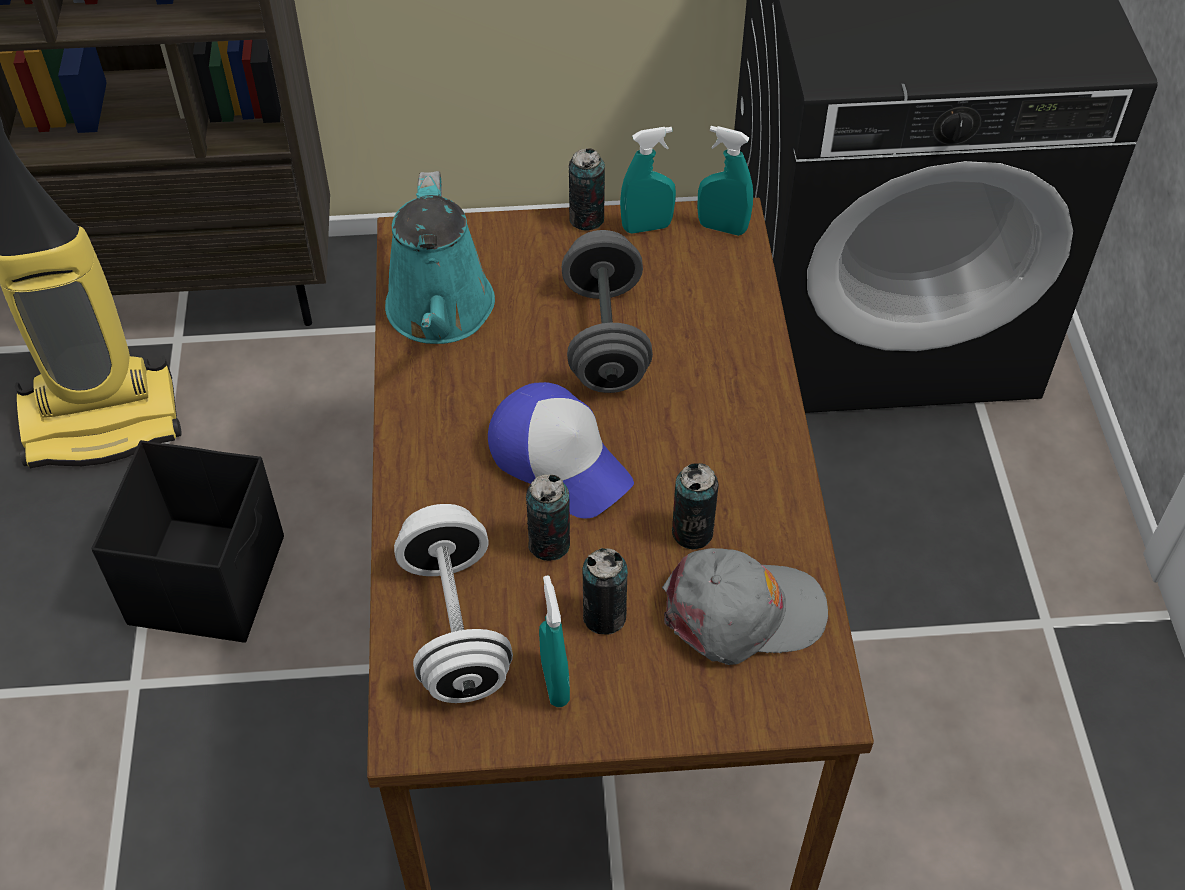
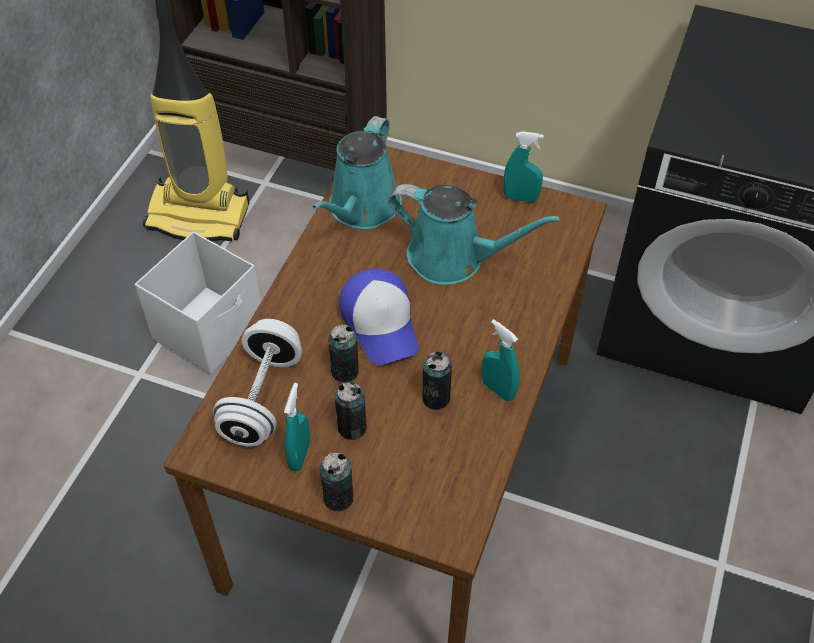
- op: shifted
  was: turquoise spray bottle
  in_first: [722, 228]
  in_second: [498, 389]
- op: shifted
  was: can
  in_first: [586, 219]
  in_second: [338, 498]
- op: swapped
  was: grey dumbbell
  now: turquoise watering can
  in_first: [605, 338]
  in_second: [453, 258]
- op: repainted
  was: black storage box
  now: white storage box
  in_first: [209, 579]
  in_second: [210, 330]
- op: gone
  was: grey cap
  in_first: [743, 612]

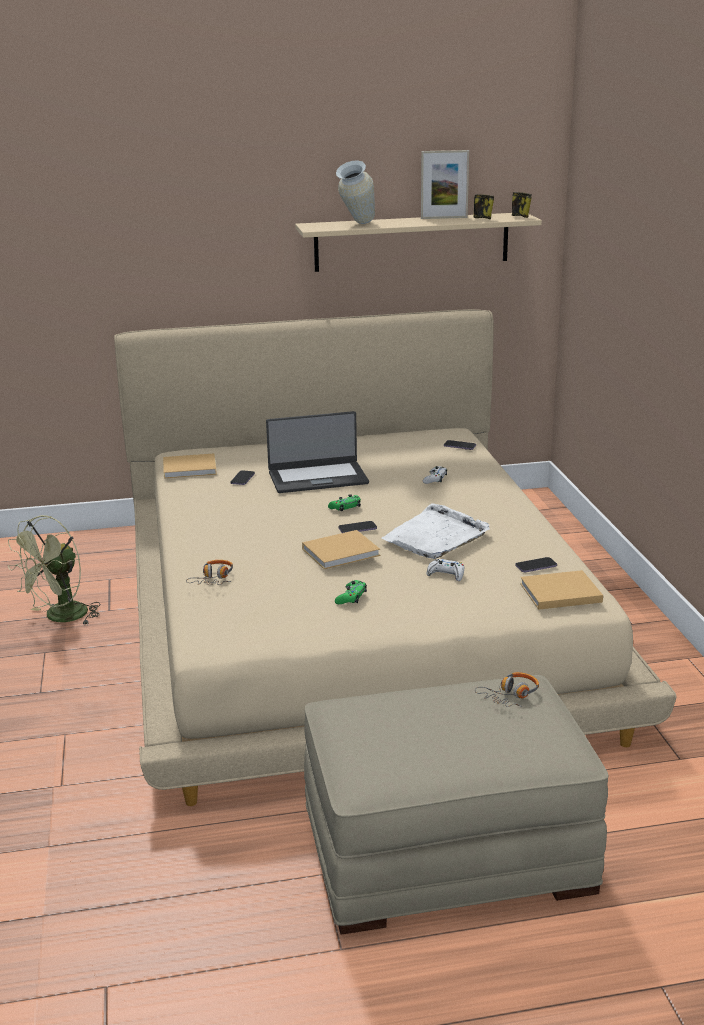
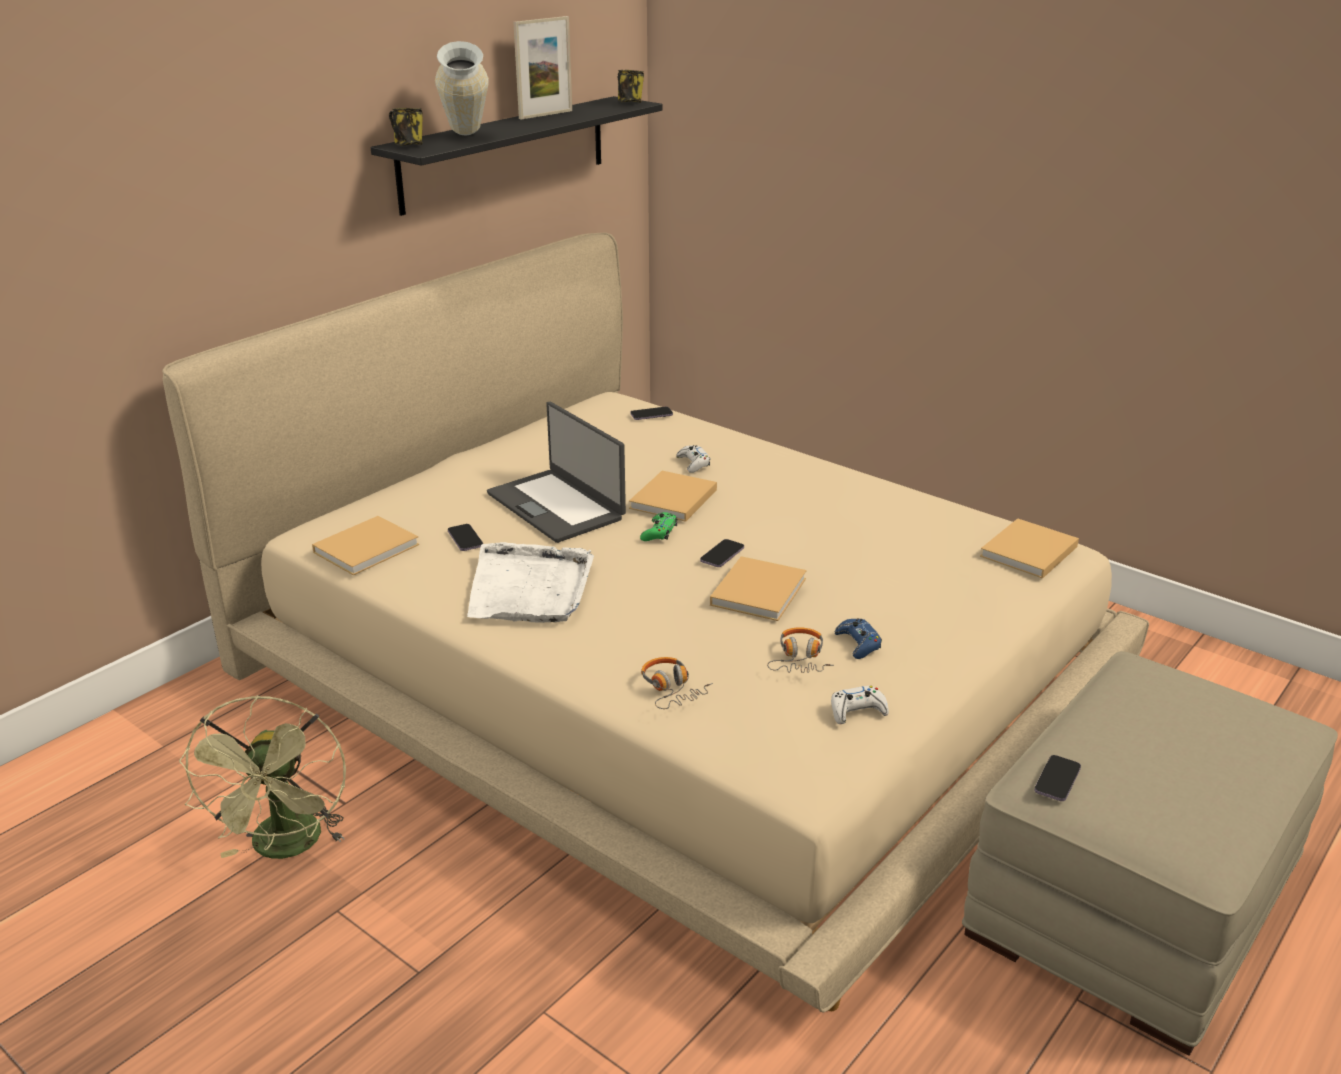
- op: shifted
  was: mug
  in_first: [481, 219]
  in_second: [407, 145]
- op: repainted
  was: beige shelf
  now: black shelf
  in_first: [412, 242]
  in_second: [504, 153]
- op: rotated
  was: laptop
  in_first: [317, 477]
  in_second: [557, 506]
  clockwise: 105
- op: shifted
  was: white tray
  in_first: [436, 536]
  in_second: [529, 588]
- op: shifted
  was: phone
  in_first: [536, 566]
  in_second: [1057, 780]
- op: shifted
  was: white game controller
  in_first: [446, 574]
  in_second: [857, 711]
- op: repainted
  was: green game controller
  now: blue game controller
  in_first: [351, 597]
  in_second: [858, 644]
- op: shifted
  was: headphones
  in_first: [510, 695]
  in_second: [799, 659]
- op: new
  now: beige book
  in_second: [672, 500]

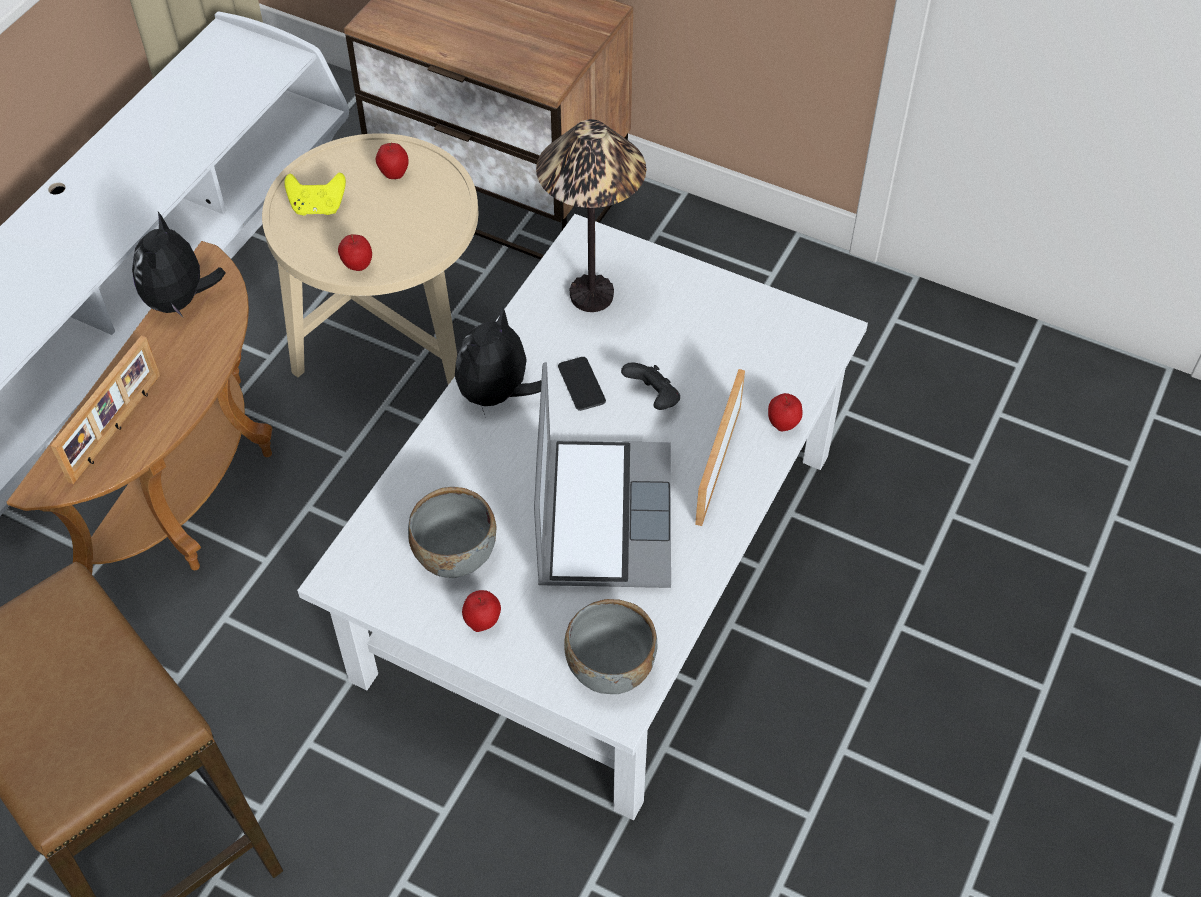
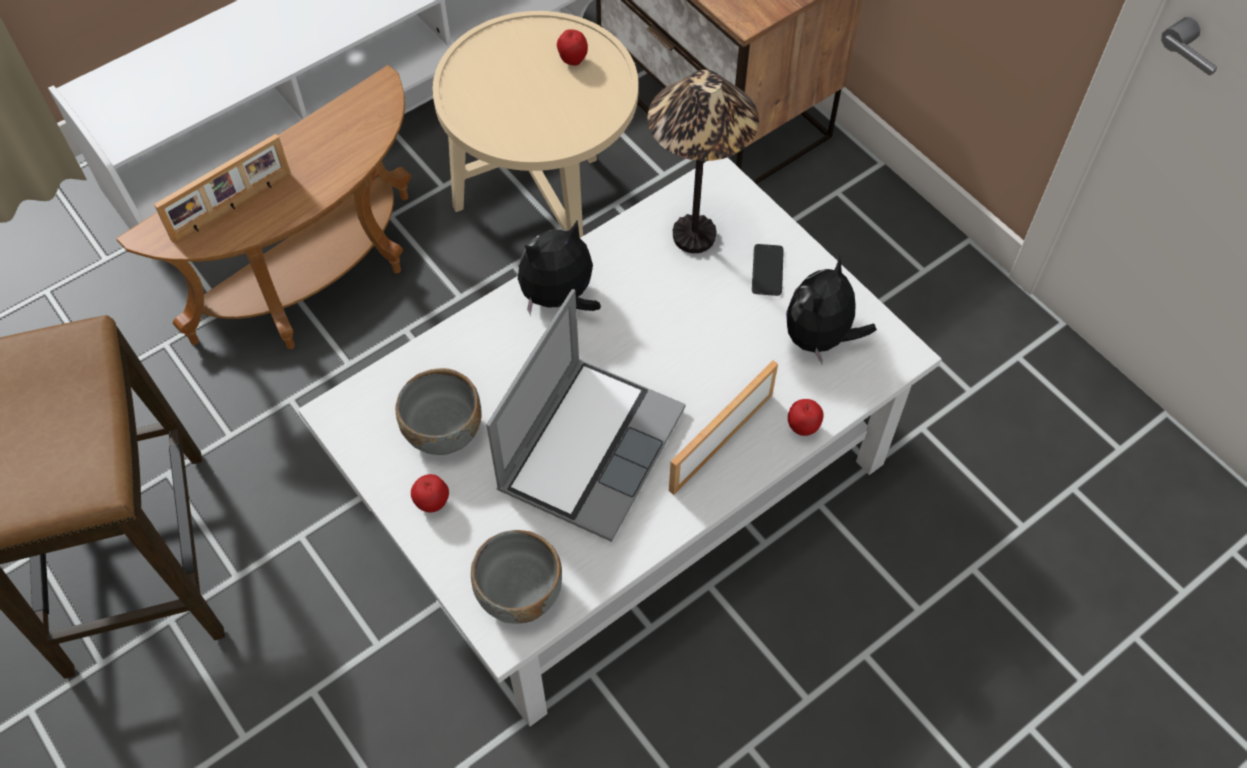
- op: gone
  was: yellow game controller
  in_first: [318, 207]
- op: shifted
  was: plush toy
  in_first: [180, 300]
  in_second: [820, 338]
- op: gone
  was: apple
  in_first: [358, 266]
- op: shifted
  was: phone
  in_first: [581, 384]
  in_second: [767, 270]
- op: gone
  was: black game controller
  in_first: [653, 398]

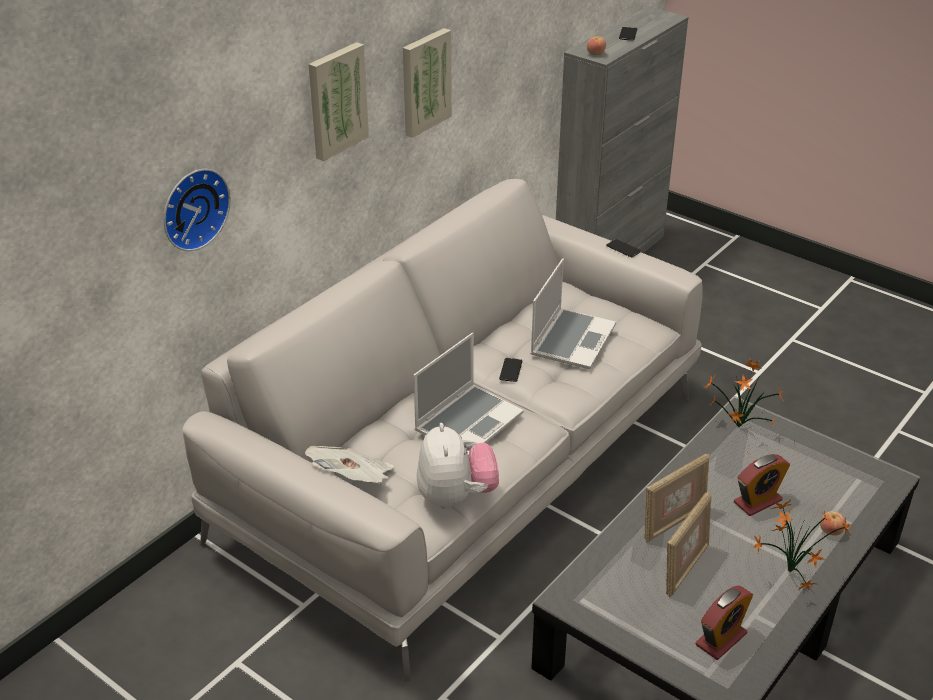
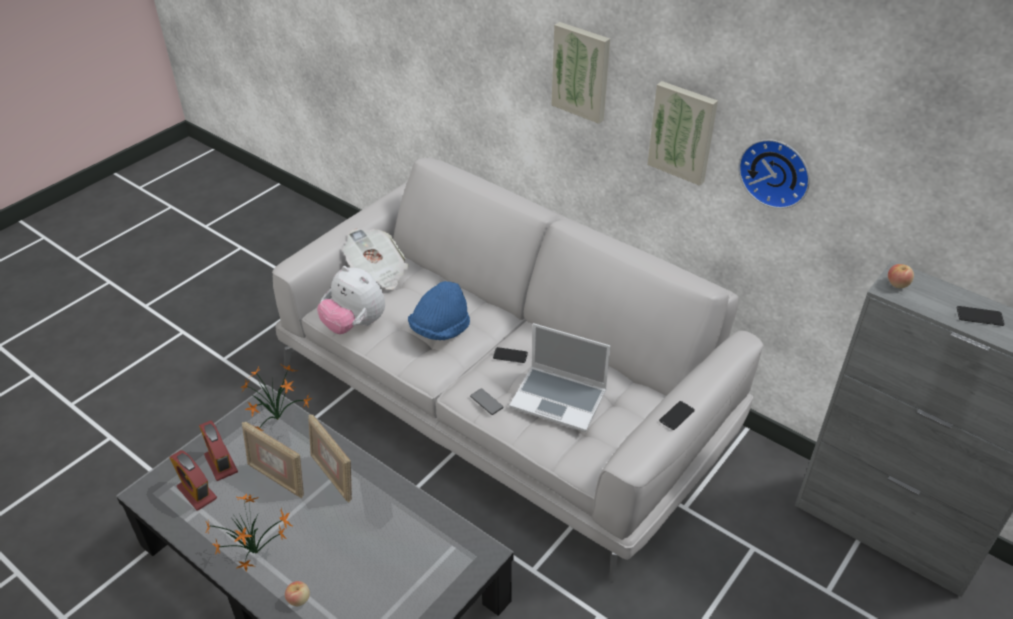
- op: shifted
  was: wall clock
  in_first: [192, 207]
  in_second: [776, 171]
- op: swapped
  was: laptop
  now: blue hat
  in_first: [468, 421]
  in_second: [440, 329]
- op: shifted
  was: potted plant
  in_first: [736, 426]
  in_second: [280, 418]
- op: rotated
  was: plush toy
  in_first: [456, 496]
  in_second: [354, 324]
  clockwise: 45
- op: shifted
  was: alarm clock
  in_first: [757, 501]
  in_second: [221, 464]
- op: new
  now: phone
  in_second: [486, 402]

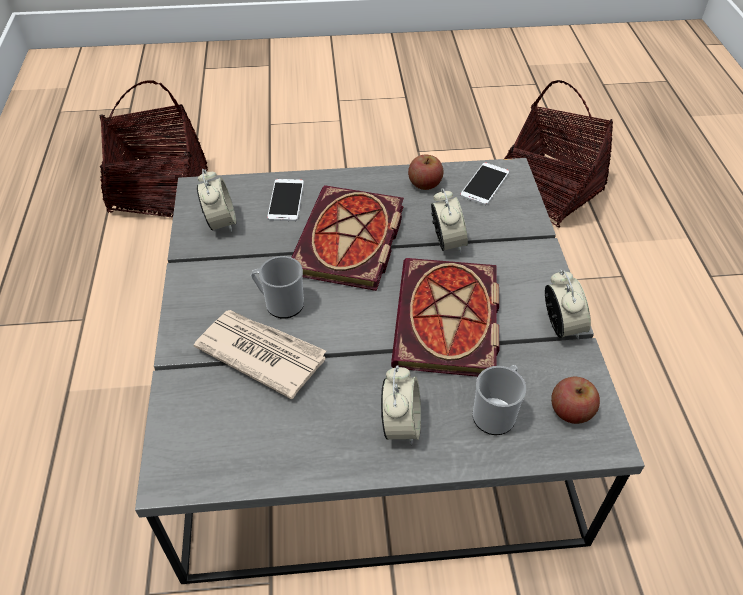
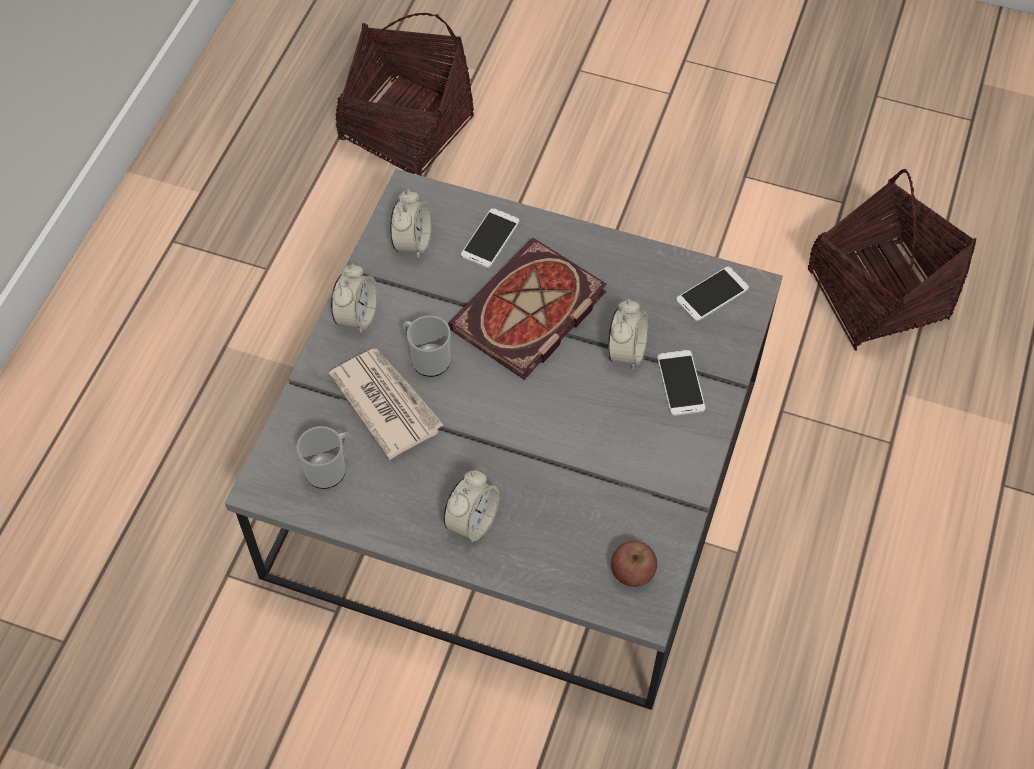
- op: gone
  was: apple
  in_first: [424, 184]
- op: gone
  was: book
  in_first: [449, 323]
- op: shifted
  was: alarm clock
  in_first: [561, 326]
  in_second: [357, 316]
- op: shifted
  was: mug
  in_first: [496, 413]
  in_second: [330, 469]
- op: new
  now: phone
  in_second: [680, 383]

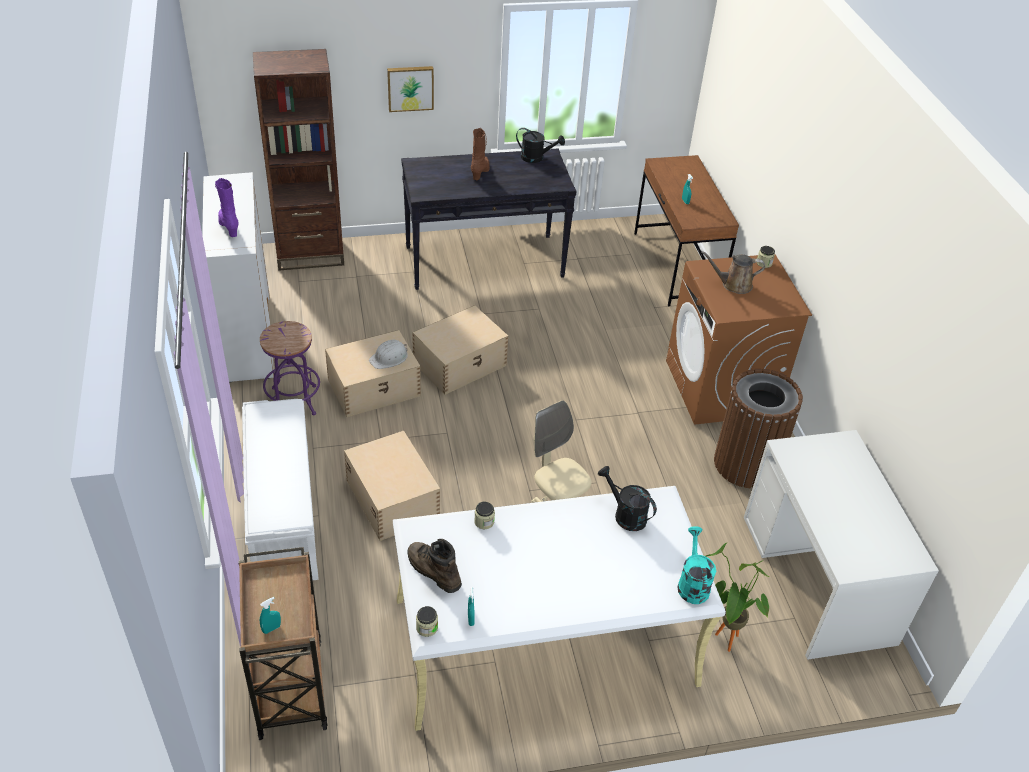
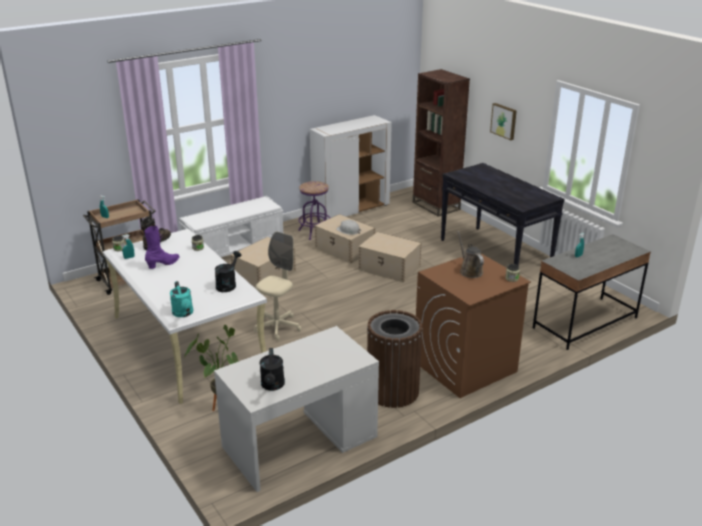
- op: gone
  was: brown boot
  in_first: [480, 172]
- op: shifted
  was: black watering can
  in_first: [536, 158]
  in_second: [272, 386]
- op: repainted
  was: brown desk
  now: grey desk
  in_first: [676, 266]
  in_second: [585, 323]
- op: shifted
  was: purple boot
  in_first: [229, 227]
  in_second: [163, 264]
- op: rotated
  was: turquoise watering can
  in_first: [692, 583]
  in_second: [183, 313]
  clockwise: 90

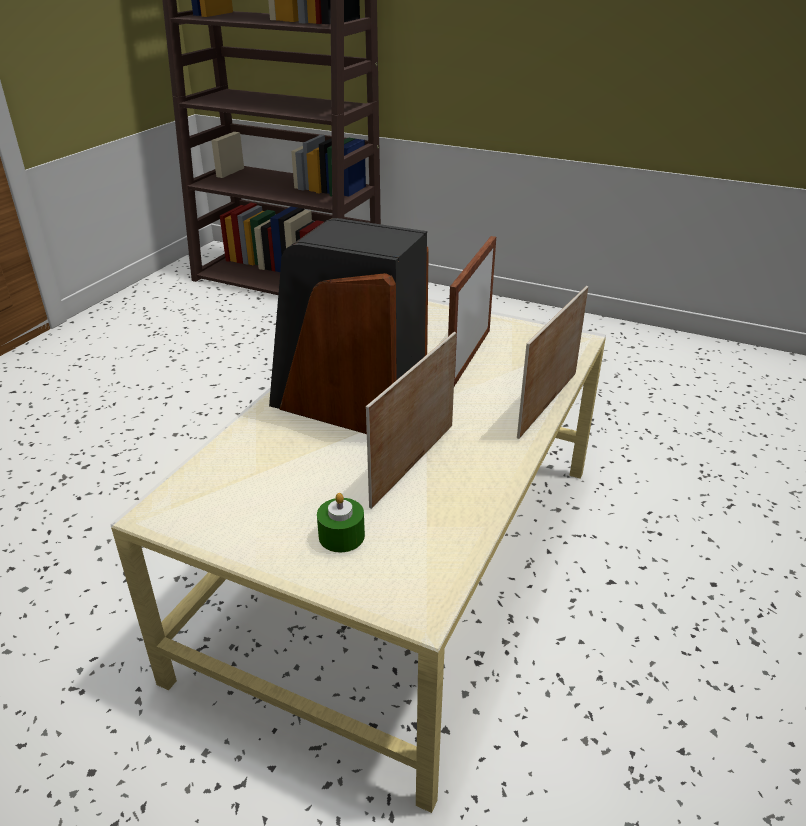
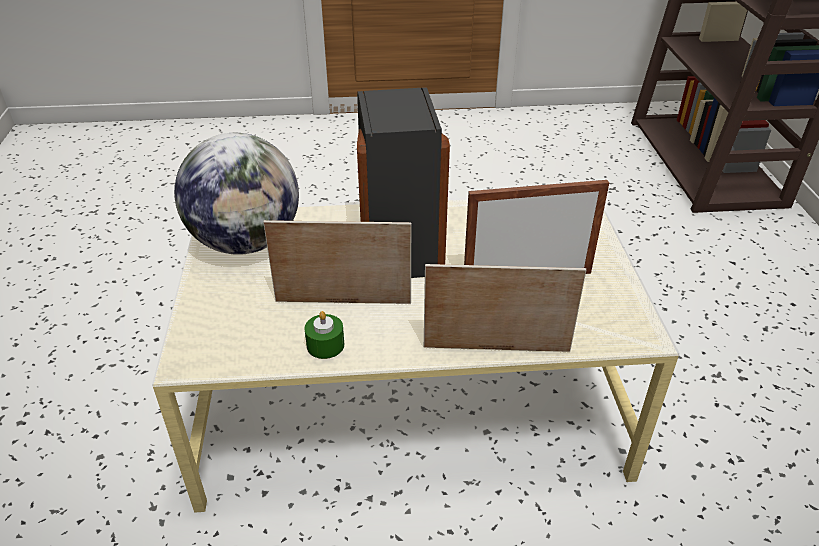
- op: shifted
  was: green candle
  in_first: [341, 536]
  in_second: [325, 345]
- op: new
  now: globe
  in_second: [246, 242]

